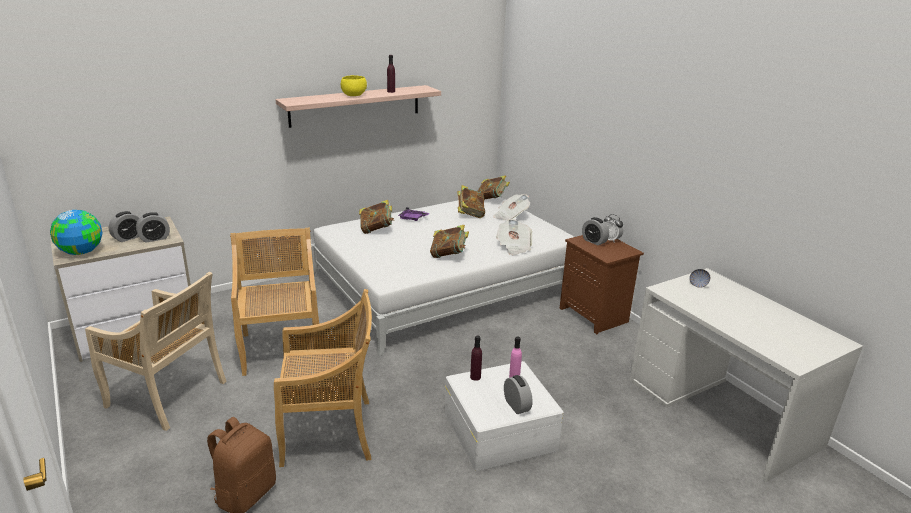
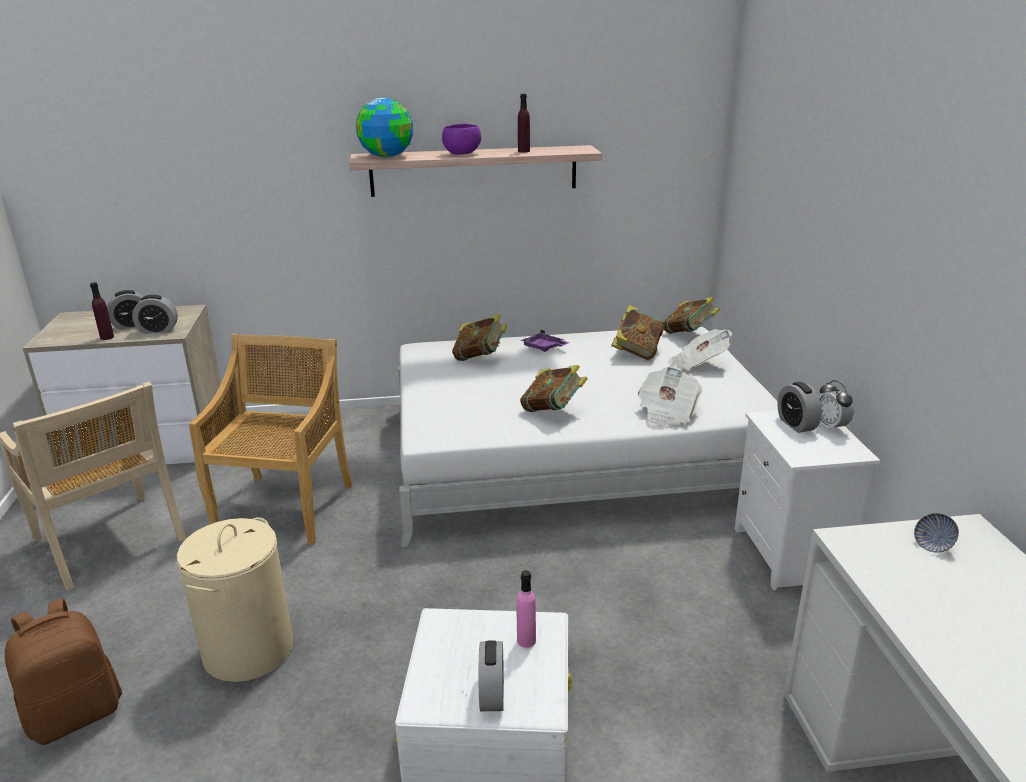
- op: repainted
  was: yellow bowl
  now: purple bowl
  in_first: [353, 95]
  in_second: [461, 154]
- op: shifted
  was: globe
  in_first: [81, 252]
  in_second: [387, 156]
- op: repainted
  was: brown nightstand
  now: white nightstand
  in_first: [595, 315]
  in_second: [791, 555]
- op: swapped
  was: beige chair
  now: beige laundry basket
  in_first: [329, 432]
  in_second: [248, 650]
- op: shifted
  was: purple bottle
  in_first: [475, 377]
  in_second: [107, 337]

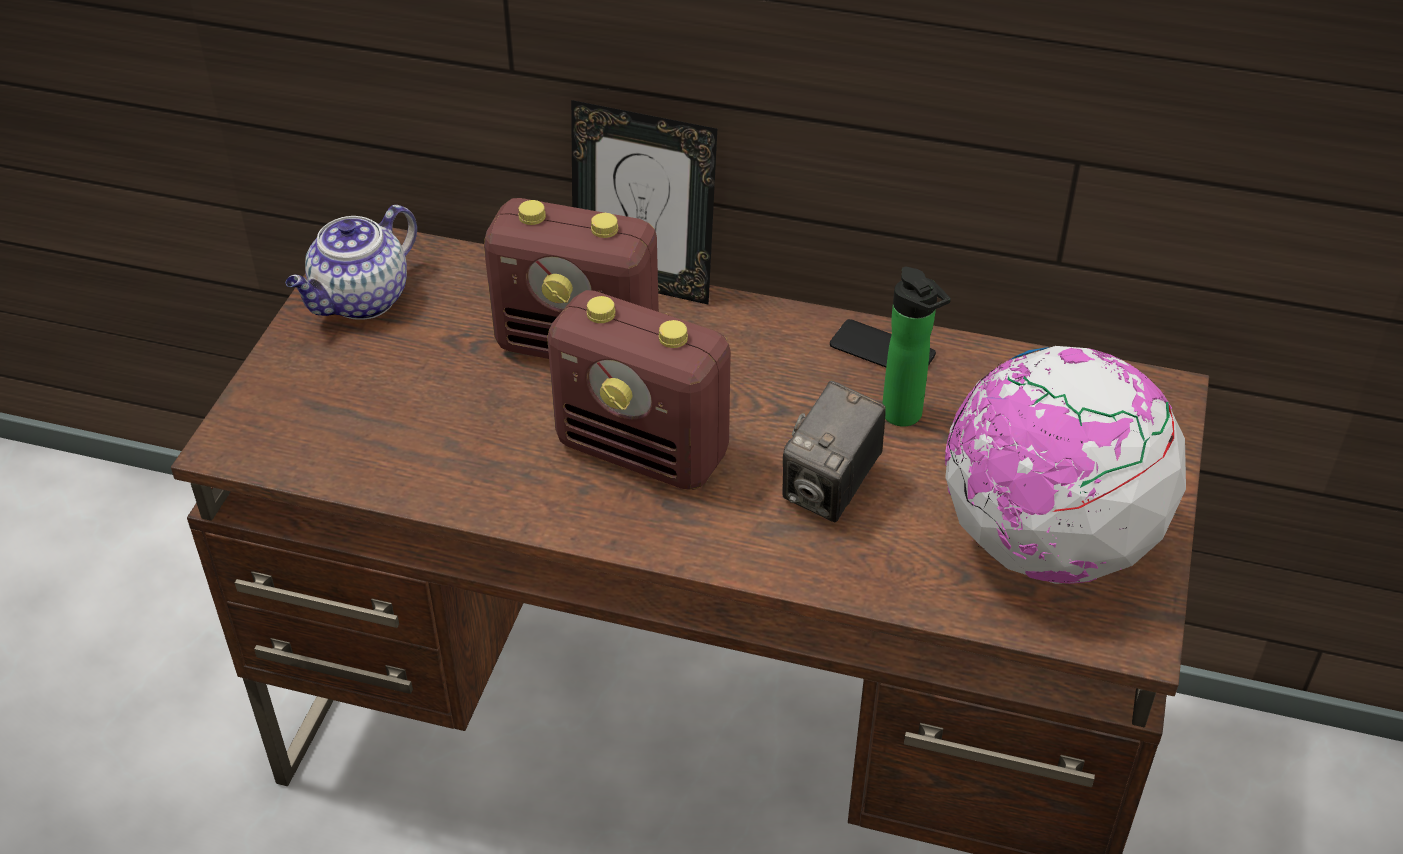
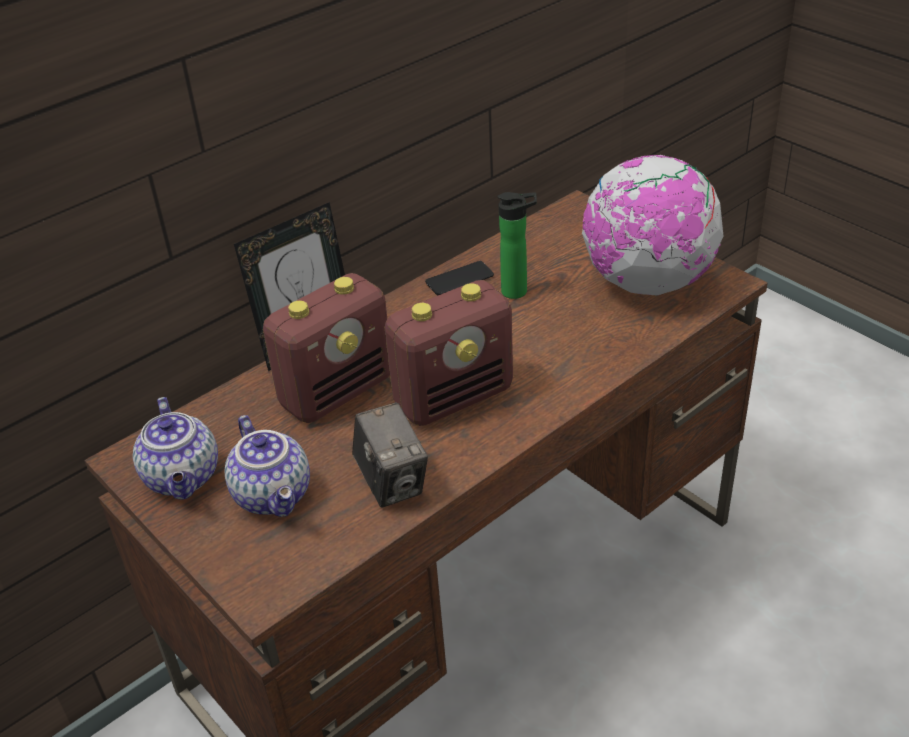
- op: shifted
  was: photo camera
  in_first: [831, 489]
  in_second: [392, 482]
- op: new
  now: teapot
  in_second: [275, 495]

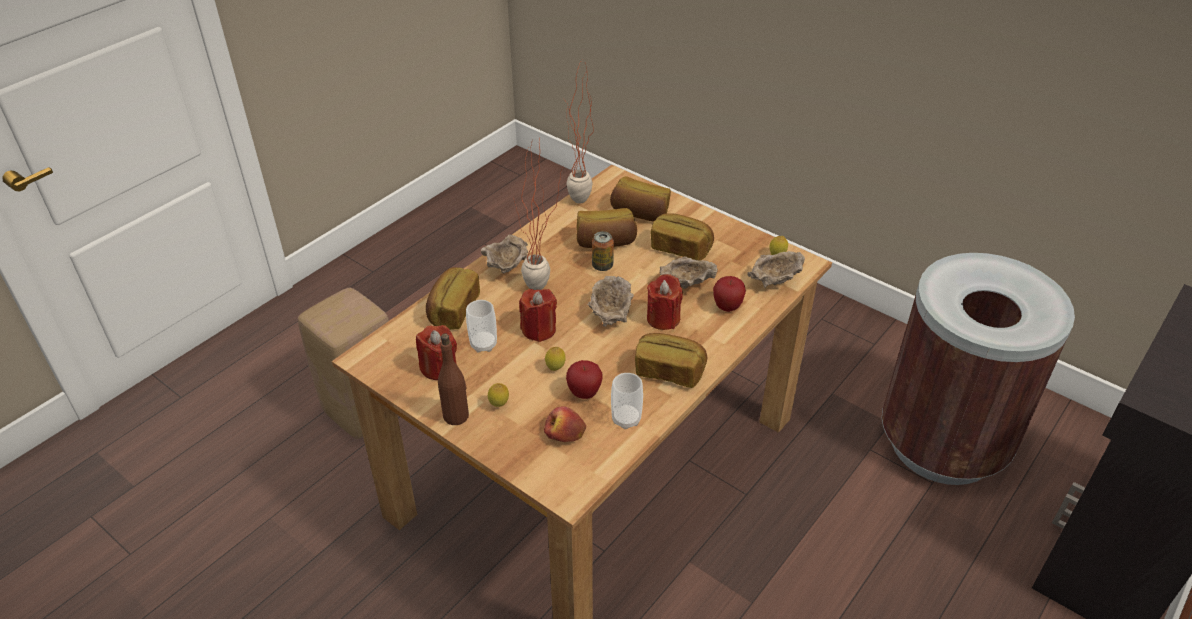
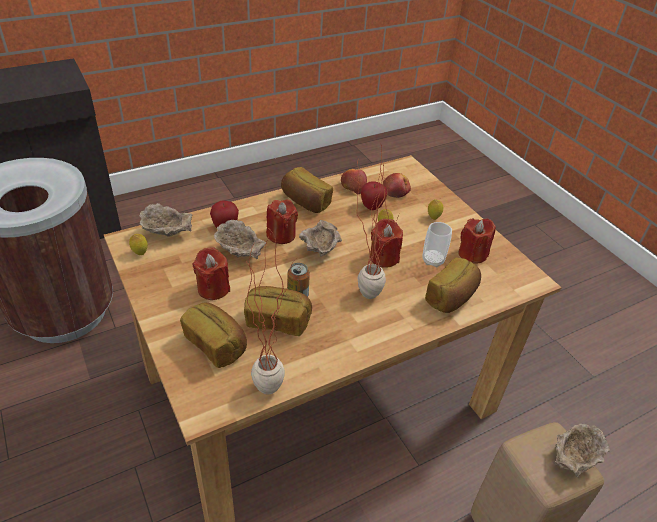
- op: swapped
  was: bread
  now: red candle
  in_first: [680, 248]
  in_second: [213, 289]
- op: shifted
  was: beige bowl
  in_first: [507, 268]
  in_second: [572, 458]
- op: gone
  was: brown bottle
  in_first: [456, 416]
- op: swapped
  was: cup
  now: apple
  in_first: [626, 419]
  in_second: [353, 186]

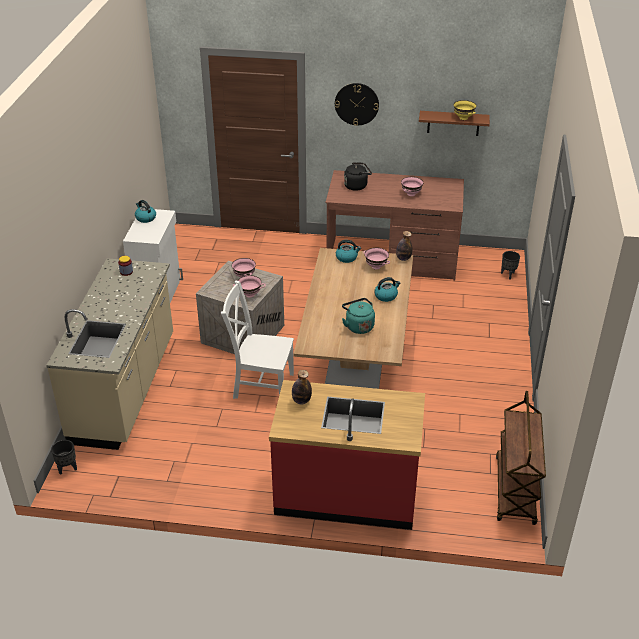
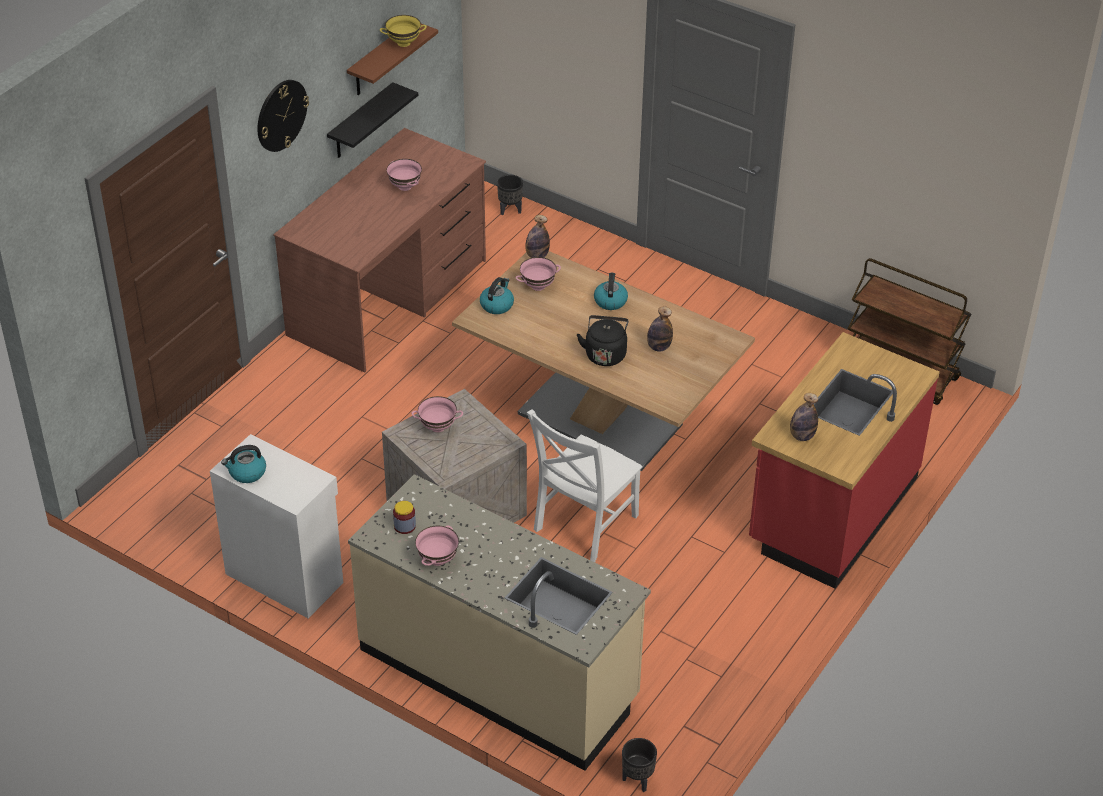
- op: shifted
  was: black kettle
  in_first: [357, 186]
  in_second: [605, 354]
- op: shifted
  was: pink bowl
  in_first: [249, 295]
  in_second: [438, 560]
- op: swapped
  was: turquoise kettle
  now: bottle
  in_first: [358, 326]
  in_second: [658, 347]
- op: new
  now: black shelf
  in_second: [361, 122]

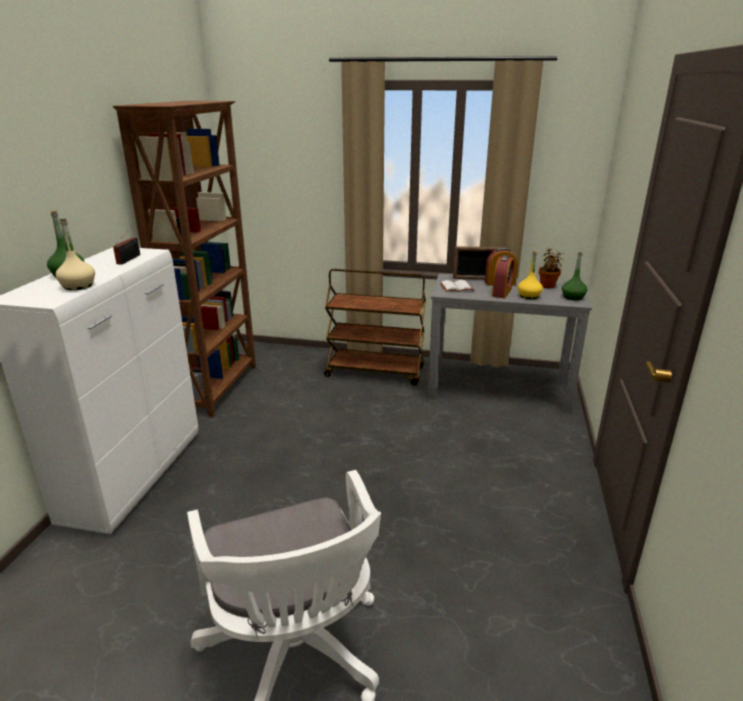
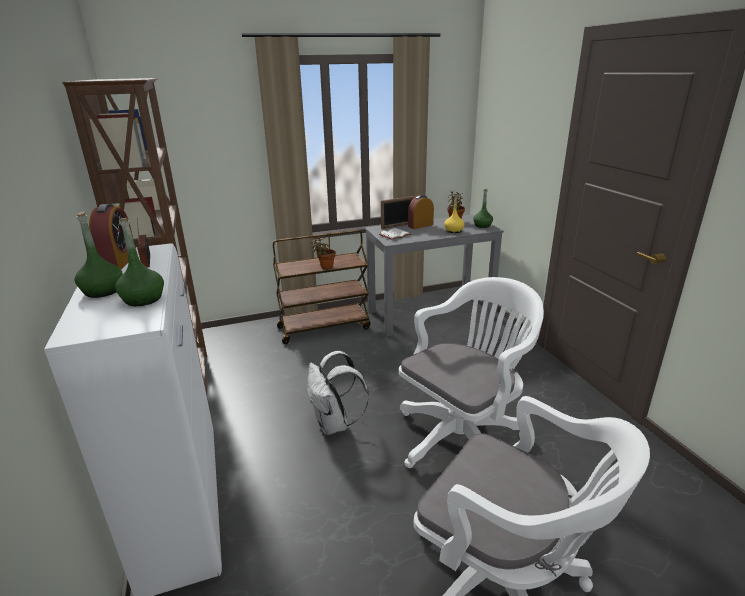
- op: repainted
  was: beige bottle
  now: green bottle
  in_first: [78, 286]
  in_second: [143, 299]
- op: shifted
  was: alarm clock
  in_first: [501, 292]
  in_second: [119, 261]
- op: new
  now: potted plant
  in_second: [325, 266]
- op: new
  now: white office chair
  in_second: [464, 435]
- op: new
  now: white backpack
  in_second: [334, 424]

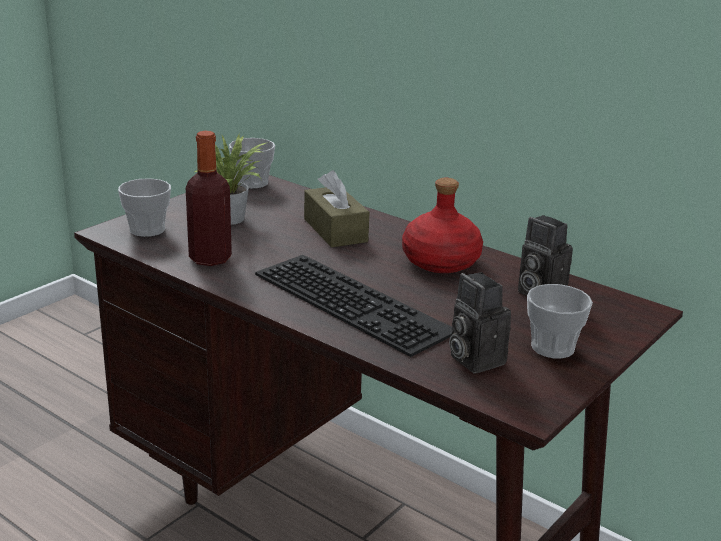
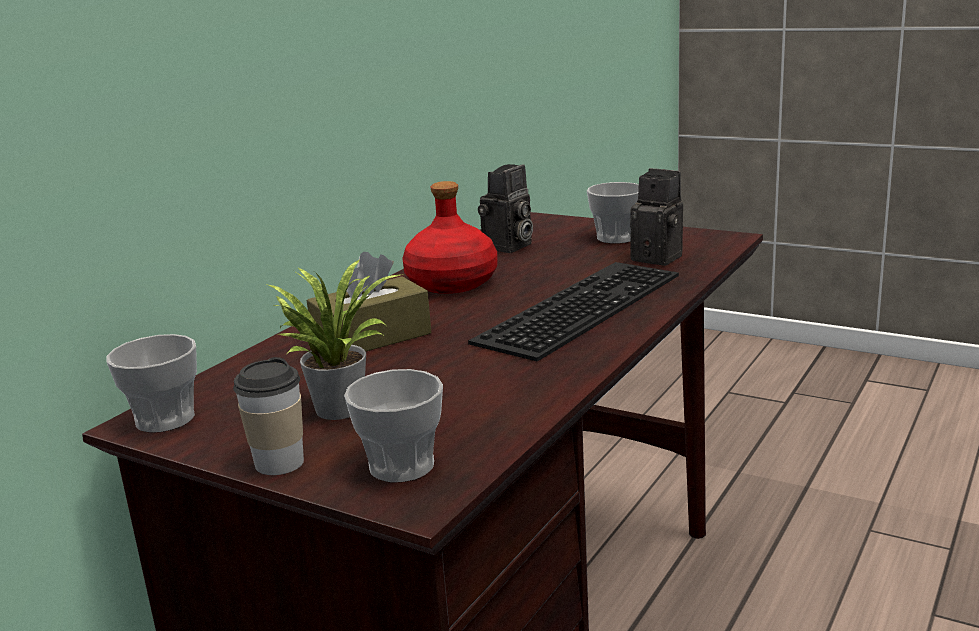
- op: gone
  was: bottle
  in_first: [210, 258]
- op: rotated
  was: photo camera
  in_first: [473, 359]
  in_second: [660, 257]
  clockwise: -105
- op: new
  now: cup
  in_second: [279, 463]

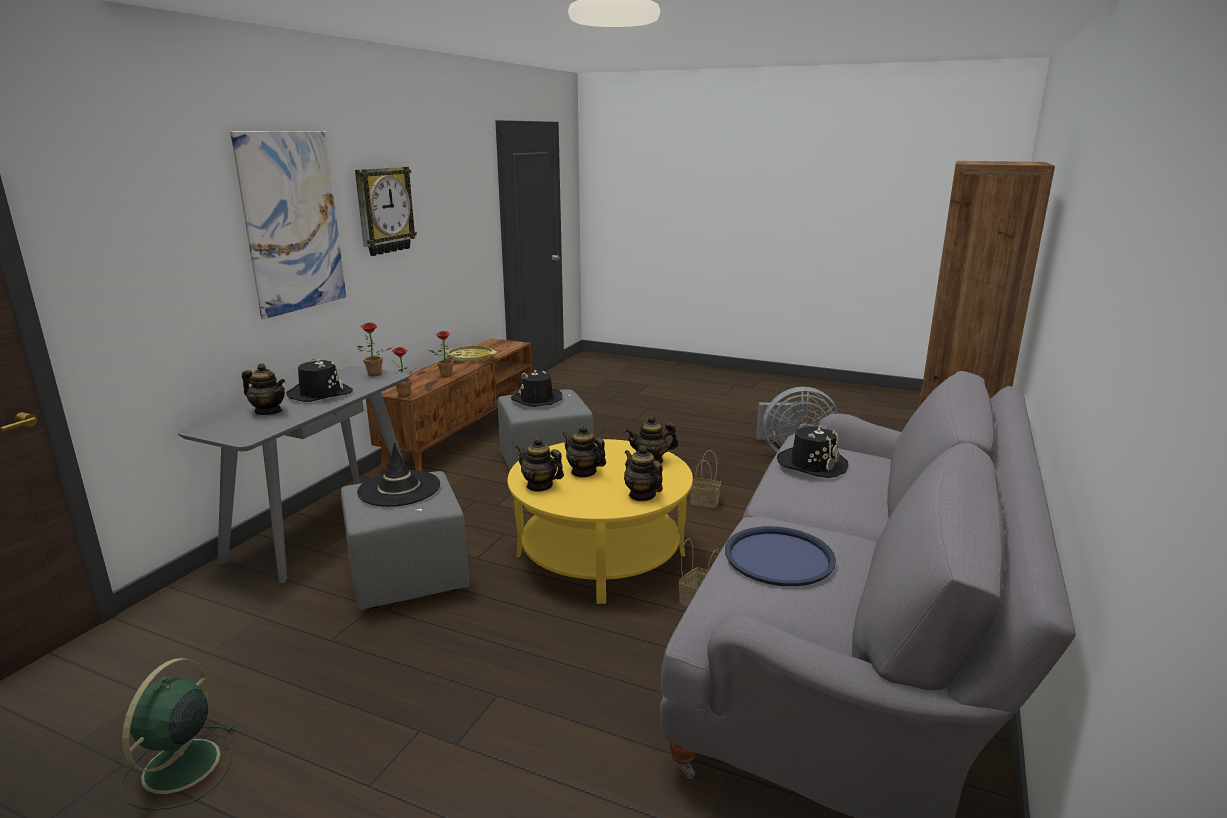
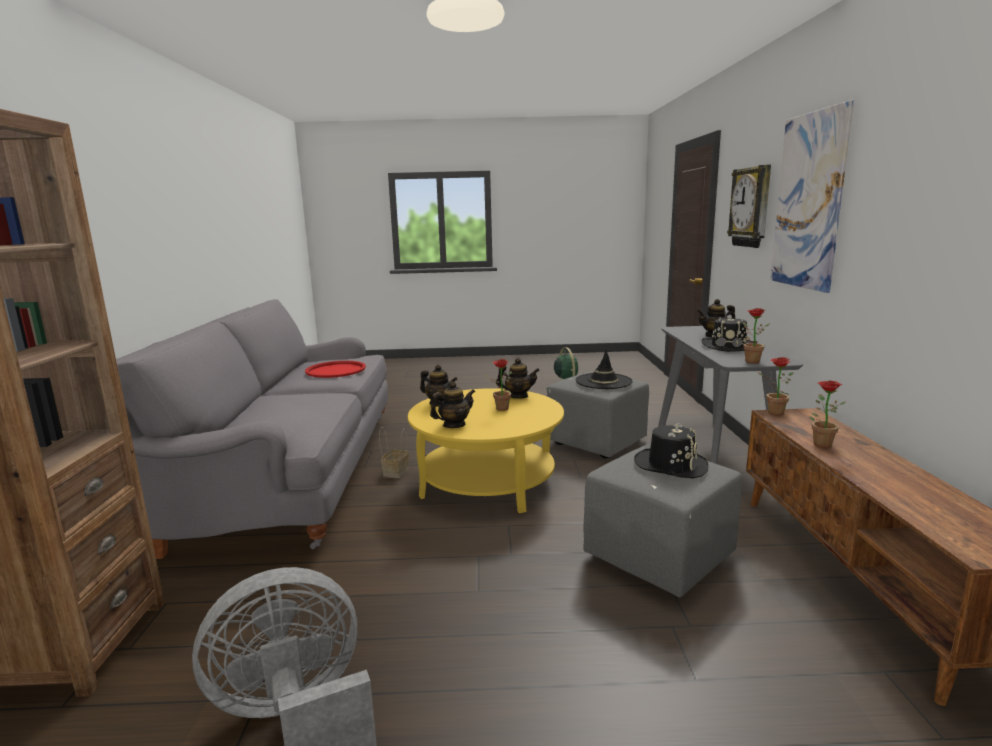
- op: shifted
  was: wall clock
  in_first: [384, 210]
  in_second: [751, 207]
- op: gone
  was: yellow tray
  in_first: [470, 358]
- op: swapped
  was: teapot
  now: potted plant
  in_first: [583, 472]
  in_second: [499, 408]
- op: gone
  was: black hat
  in_first: [812, 464]
- op: gone
  was: basket
  in_first: [705, 501]
- op: repainted
  was: blue tray
  now: red tray
  in_first: [779, 557]
  in_second: [336, 370]

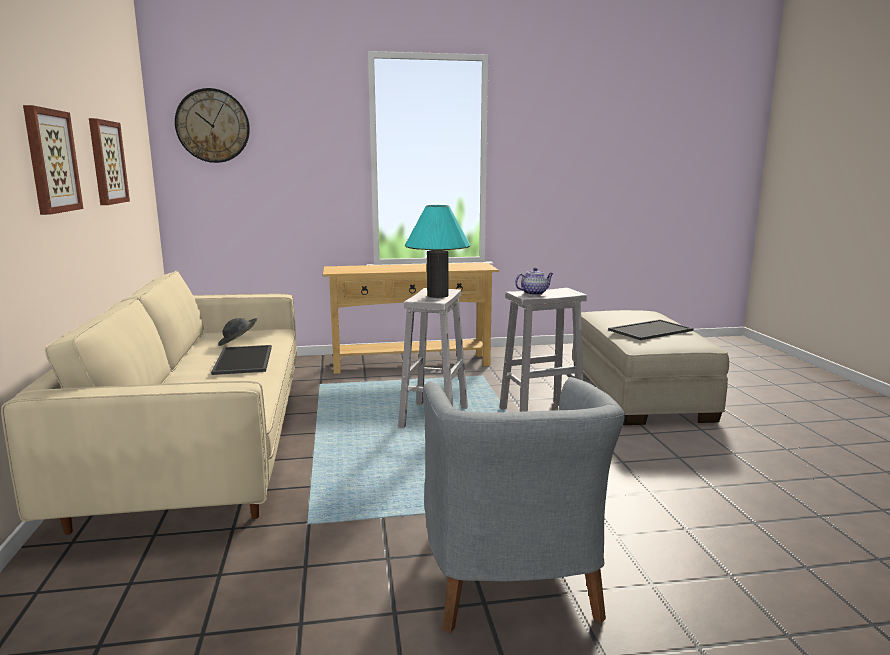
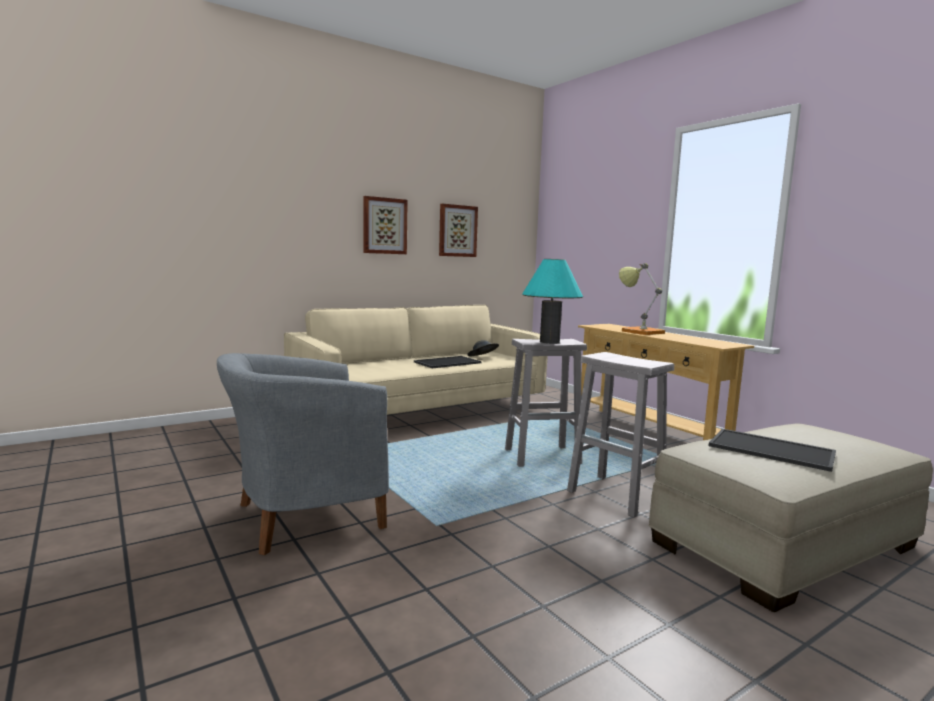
- op: gone
  was: wall clock
  in_first: [213, 126]
- op: gone
  was: teapot
  in_first: [534, 293]
- op: new
  now: table lamp
  in_second: [638, 331]

